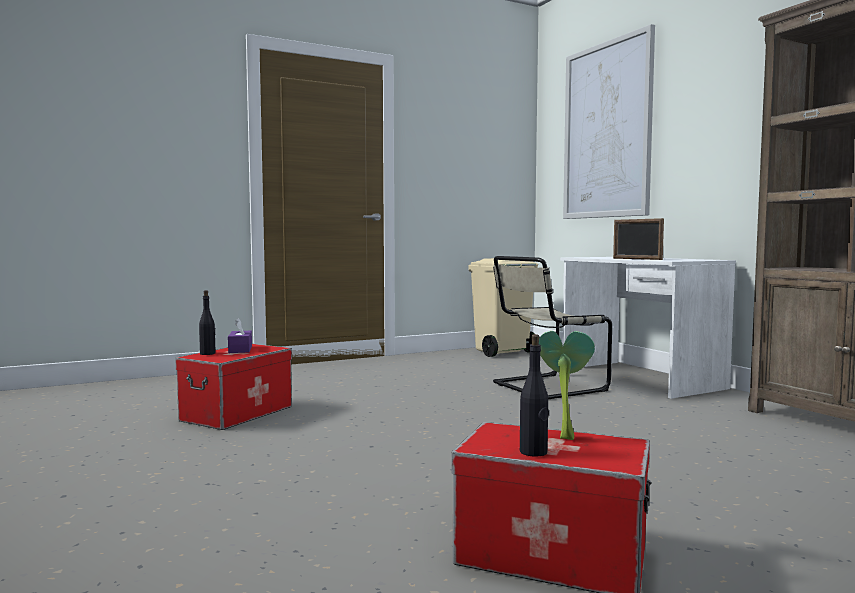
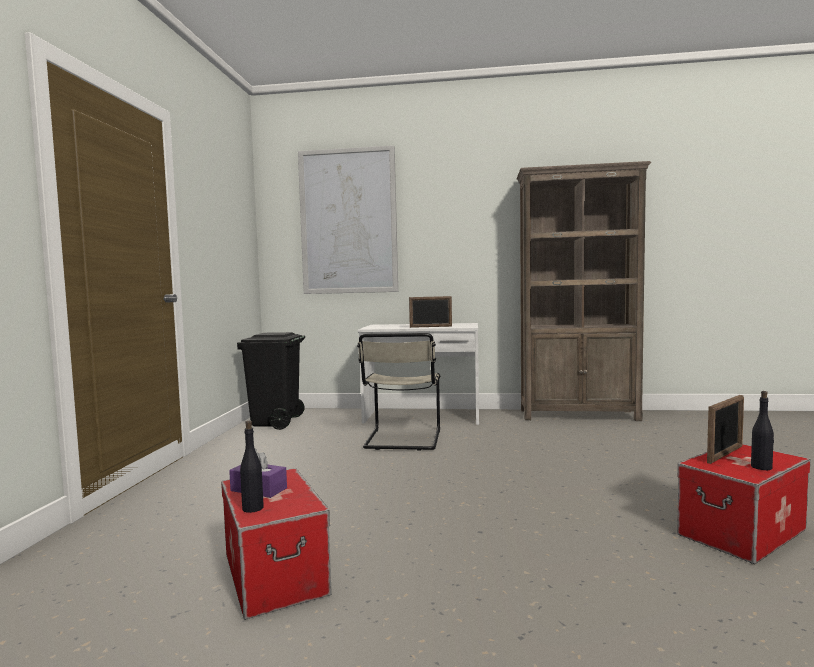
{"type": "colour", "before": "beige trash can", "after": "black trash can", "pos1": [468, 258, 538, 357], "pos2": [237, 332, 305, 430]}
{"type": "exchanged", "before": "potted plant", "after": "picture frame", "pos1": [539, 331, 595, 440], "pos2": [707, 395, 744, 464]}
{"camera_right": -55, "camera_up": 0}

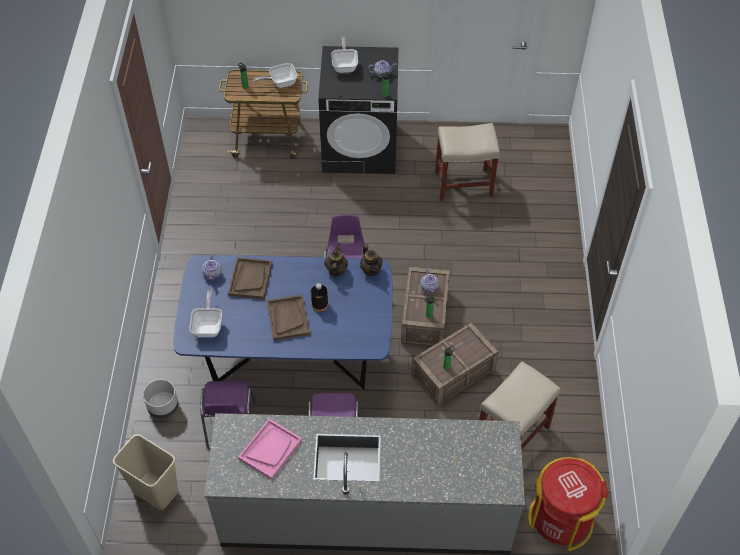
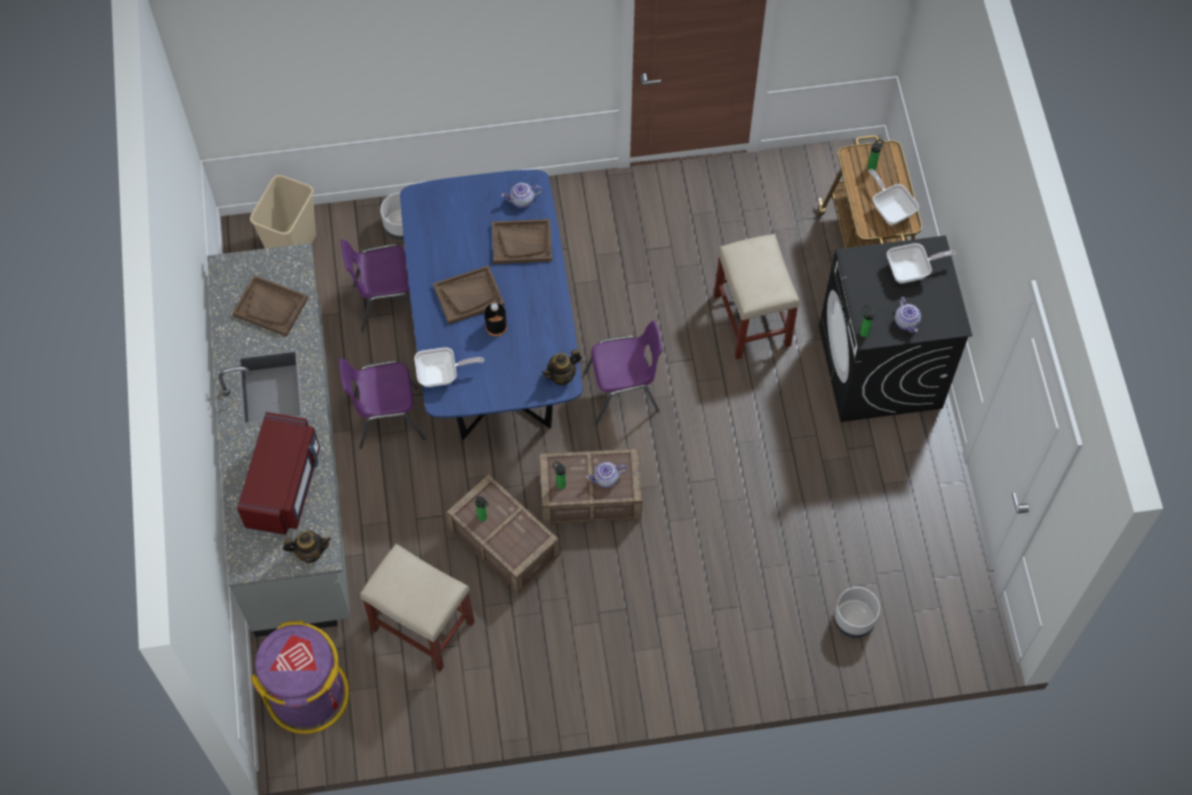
{"type": "colour", "before": "pink tray", "after": "brown tray", "pos1": [238, 419, 302, 480], "pos2": [232, 275, 308, 337]}
{"type": "appeared", "after": "red microwave", "pos2": [237, 412, 320, 535]}
{"type": "colour", "before": "red trash can", "after": "purple trash can", "pos1": [528, 457, 608, 551], "pos2": [251, 620, 349, 734]}
{"type": "relocated", "before": "teapot", "pos1": [324, 244, 348, 278], "pos2": [283, 530, 331, 563]}
{"type": "relocated", "before": "frying pan", "pos1": [189, 290, 222, 337], "pos2": [415, 347, 484, 387]}
{"type": "relocated", "before": "beige stool", "pos1": [435, 123, 500, 201], "pos2": [714, 234, 800, 359]}
{"type": "appeared", "after": "grey planter", "pos2": [834, 587, 880, 638]}
{"camera_right": 80, "camera_up": 10}

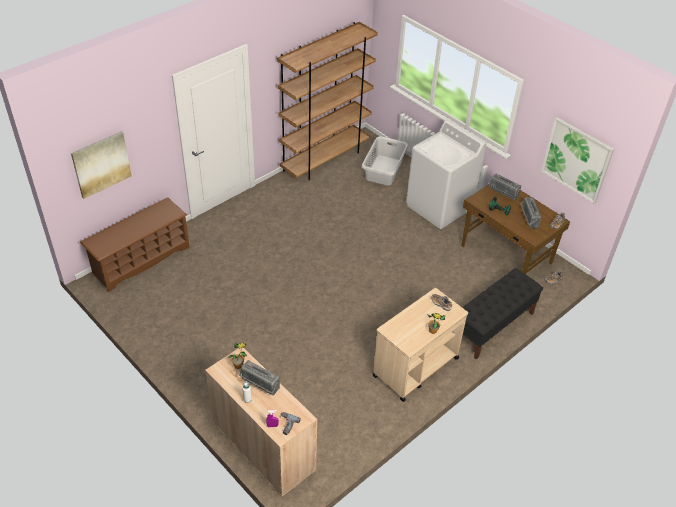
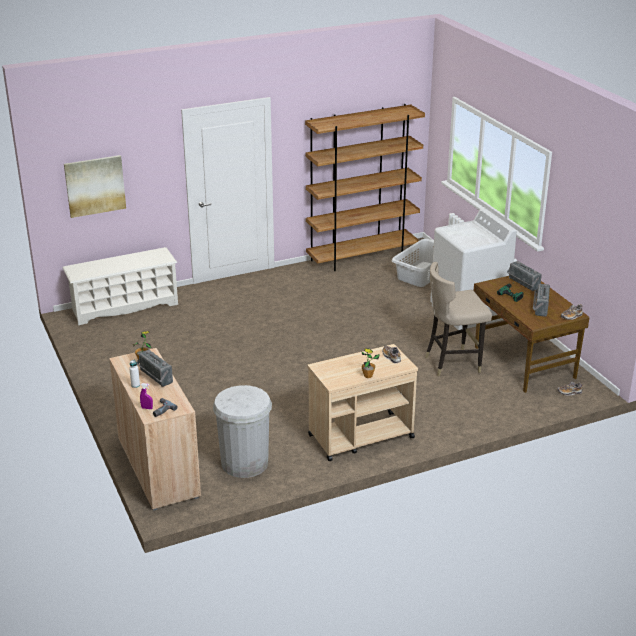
{"type": "colour", "before": "brown shoe rack", "after": "white shoe rack", "pos1": [80, 197, 190, 292], "pos2": [62, 247, 178, 326]}
{"type": "appeared", "after": "white trash can", "pos2": [213, 385, 272, 478]}
{"type": "appeared", "after": "beige stool", "pos2": [425, 262, 492, 376]}
{"type": "missing", "before": "black bench", "pos1": [463, 268, 543, 360]}
{"type": "missing", "before": "picture", "pos1": [541, 117, 614, 203]}
{"camera_right": 20, "camera_up": -15}

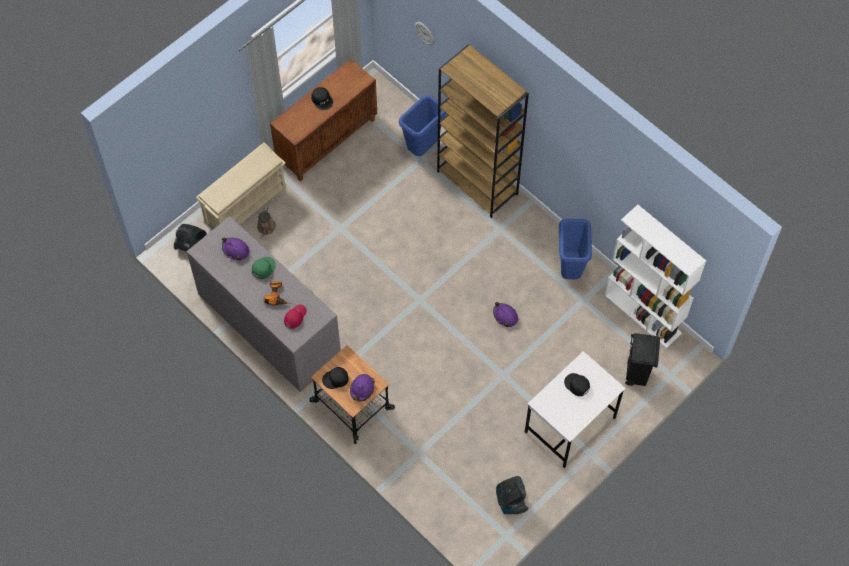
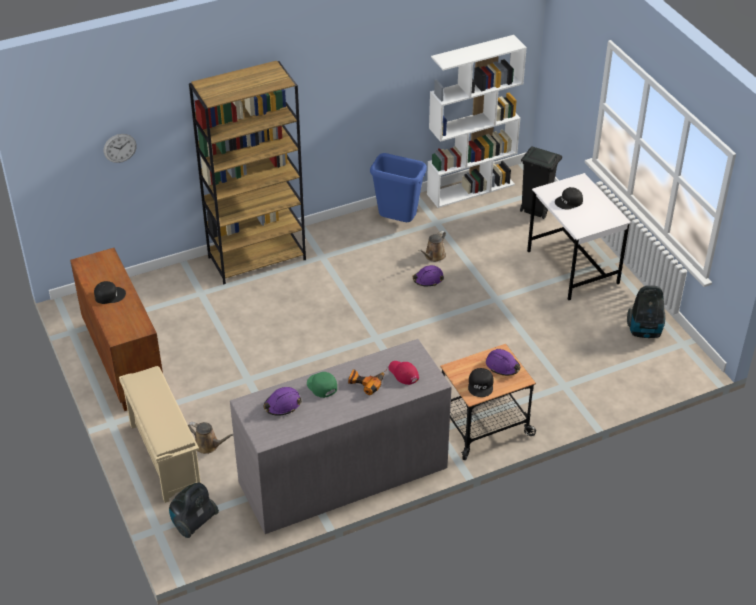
{"type": "appeared", "after": "brown watering can", "pos2": [418, 231, 446, 262]}
{"type": "missing", "before": "blue trash can", "pos1": [399, 95, 446, 156]}
{"camera_right": -70, "camera_up": -20}

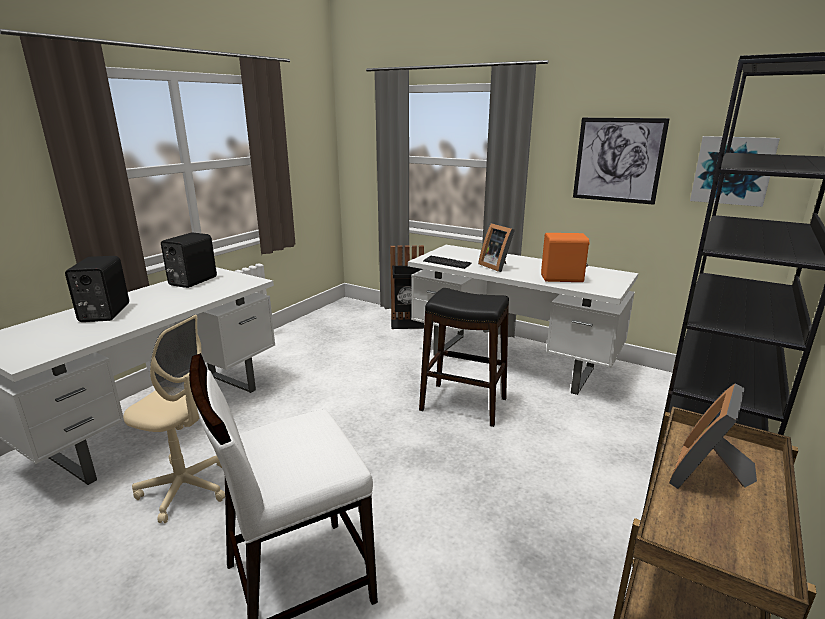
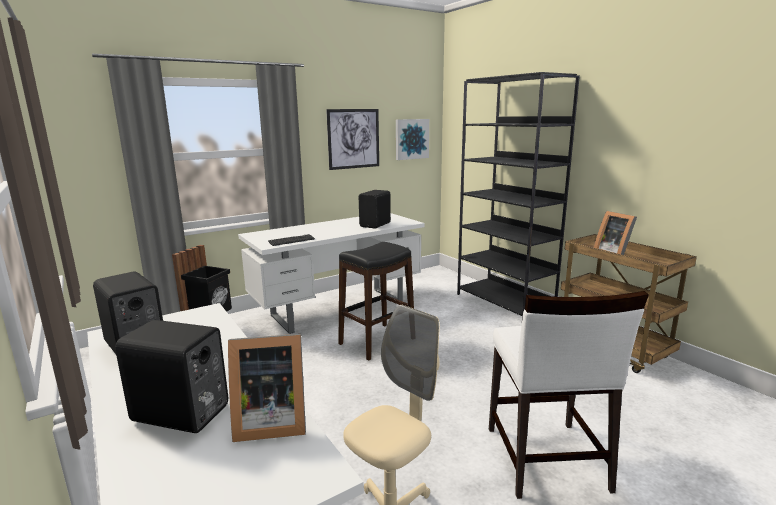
{"type": "relocated", "before": "picture frame", "pos1": [478, 223, 515, 272], "pos2": [228, 334, 306, 442]}
{"type": "colour", "before": "orange speaker", "after": "black speaker", "pos1": [541, 233, 590, 282], "pos2": [359, 190, 391, 228]}
{"camera_right": -65, "camera_up": -5}

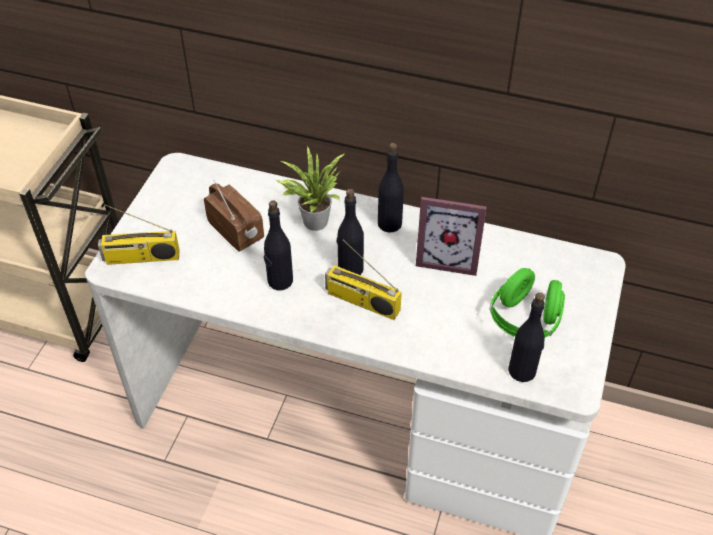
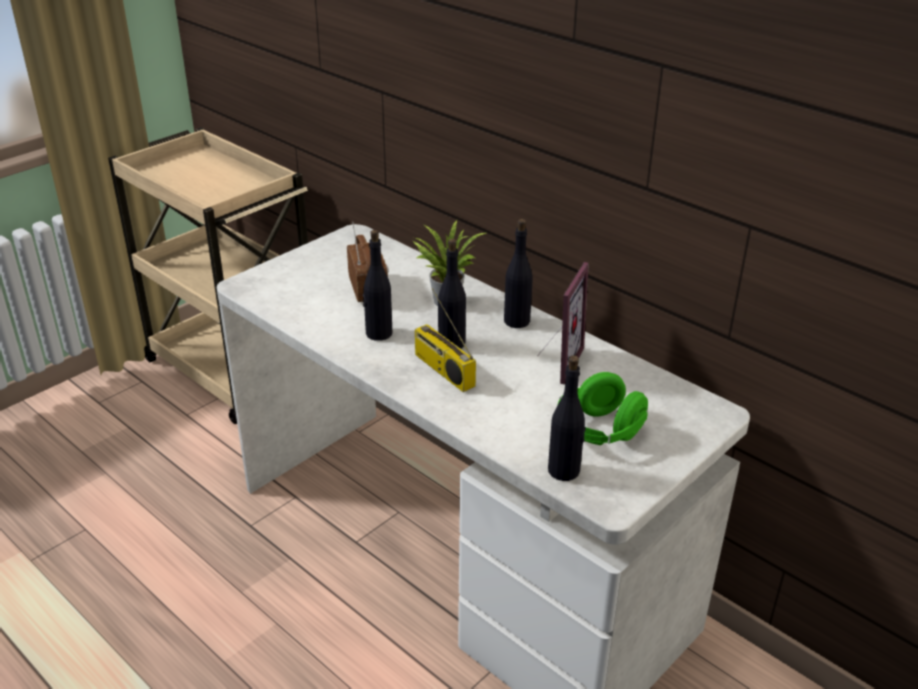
{"type": "spun", "before": "picture frame", "pos1": [416, 197, 487, 276], "pos2": [538, 262, 589, 385], "turn": -105}
{"type": "missing", "before": "radio", "pos1": [98, 204, 180, 265]}
{"camera_right": 25, "camera_up": -15}

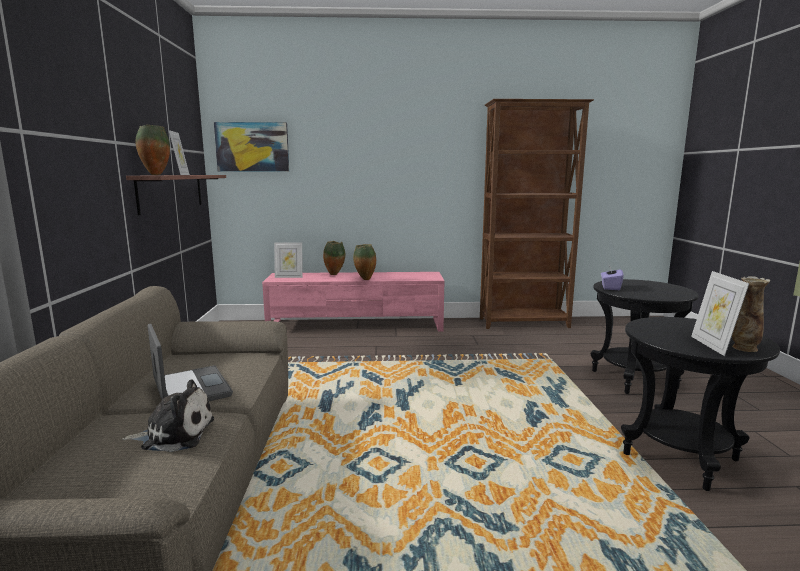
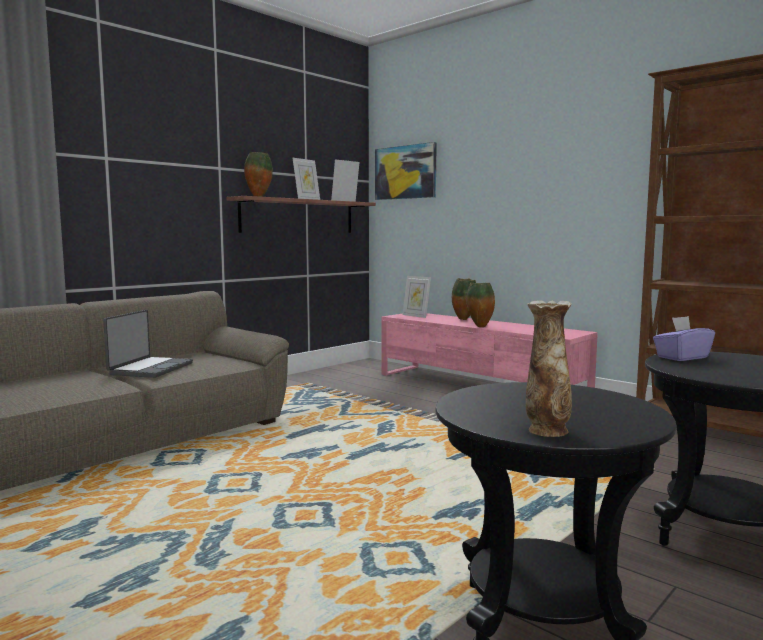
{"type": "relocated", "before": "picture frame", "pos1": [691, 271, 750, 356], "pos2": [331, 159, 360, 202]}
{"type": "missing", "before": "plush toy", "pos1": [122, 380, 214, 452]}
{"camera_right": 45, "camera_up": -5}

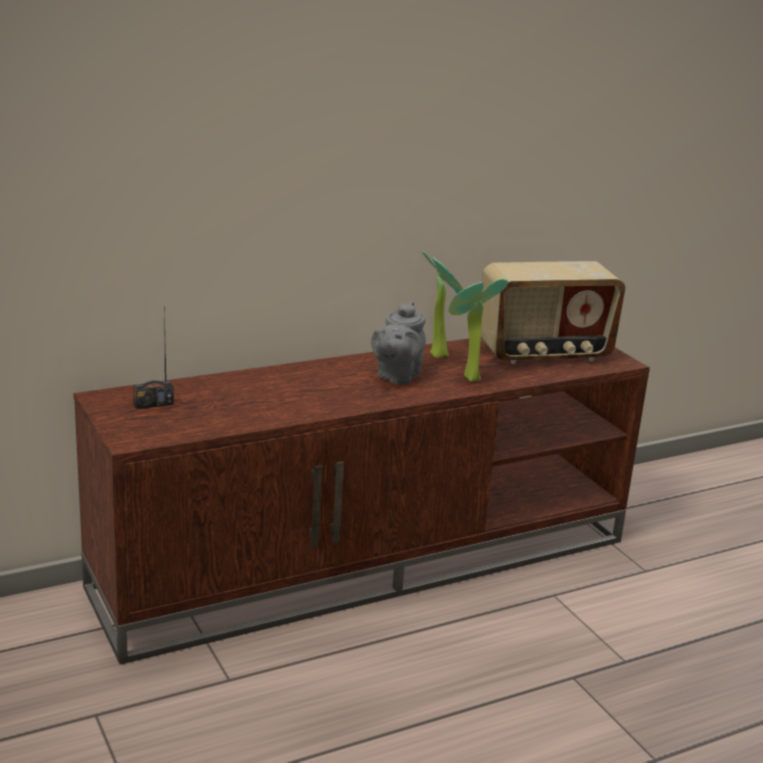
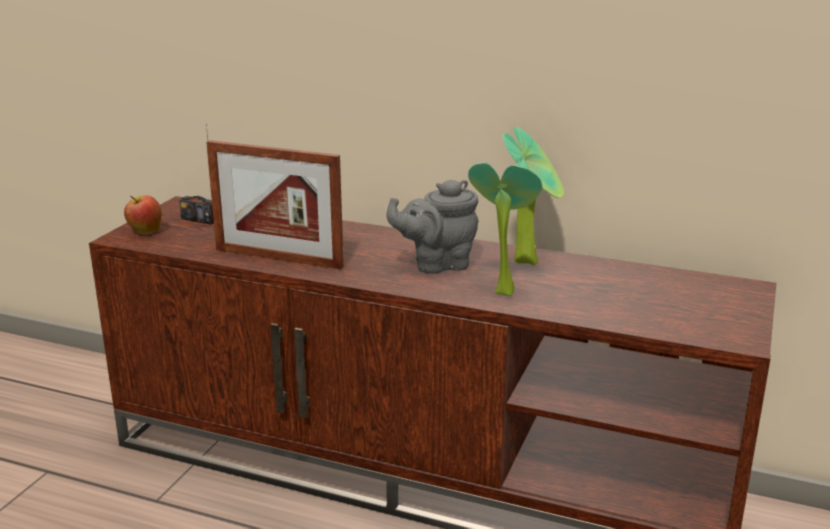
{"type": "appeared", "after": "apple", "pos2": [124, 195, 162, 234]}
{"type": "appeared", "after": "picture frame", "pos2": [206, 140, 344, 269]}
{"type": "missing", "before": "radio", "pos1": [481, 261, 625, 364]}
{"camera_right": 50, "camera_up": 0}

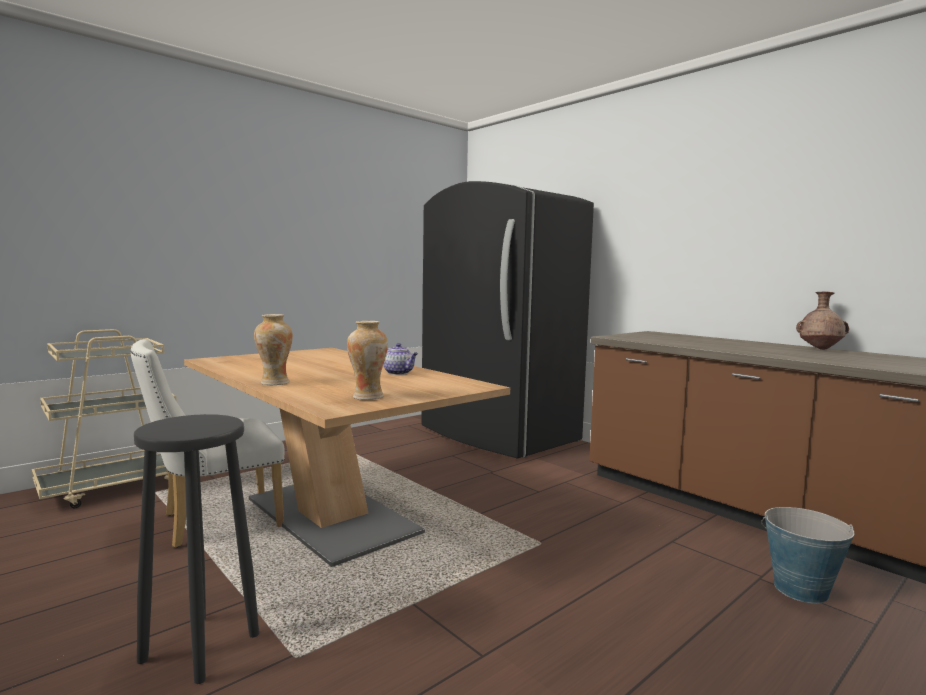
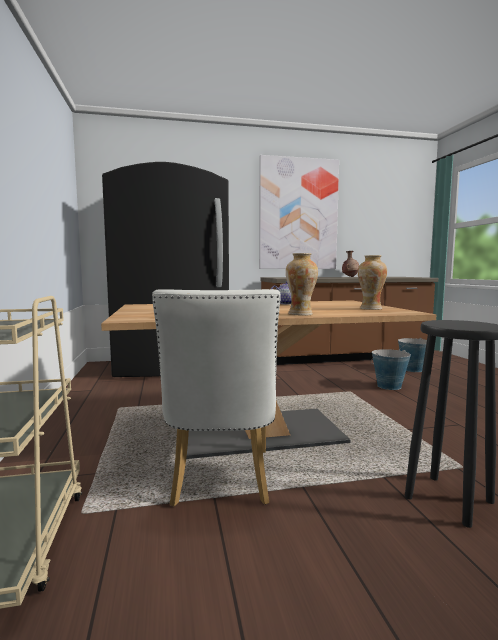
{"type": "appeared", "after": "picture", "pos2": [259, 155, 339, 269]}
{"type": "appeared", "after": "bucket", "pos2": [370, 349, 411, 390]}
{"camera_right": -60, "camera_up": 0}

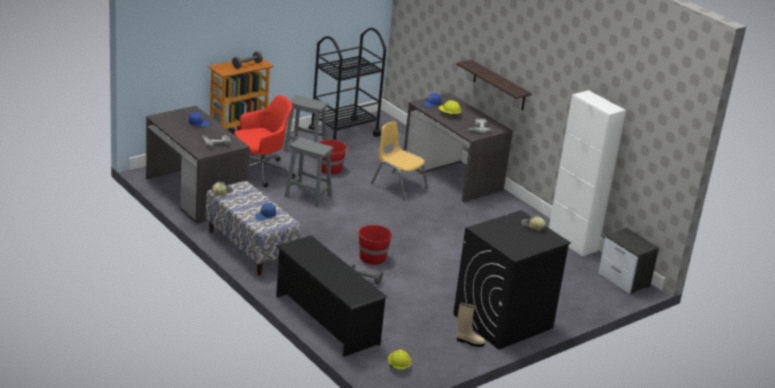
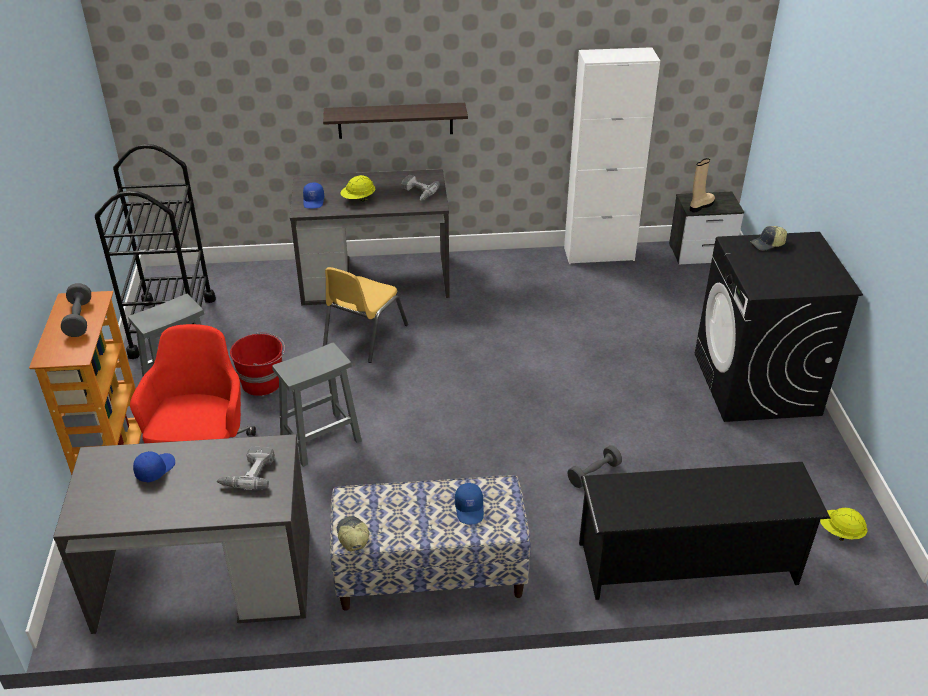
{"type": "spun", "before": "yellow chair", "pos1": [371, 121, 428, 200], "pos2": [323, 267, 408, 363], "turn": -45}
{"type": "relocated", "before": "beige boot", "pos1": [457, 302, 485, 347], "pos2": [690, 158, 715, 212]}
{"type": "missing", "before": "red bucket", "pos1": [357, 224, 392, 265]}
{"camera_right": -55, "camera_up": 10}

